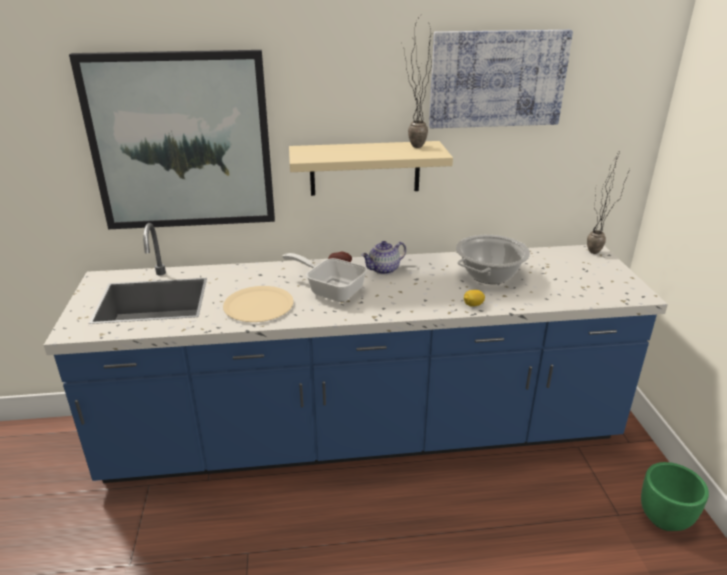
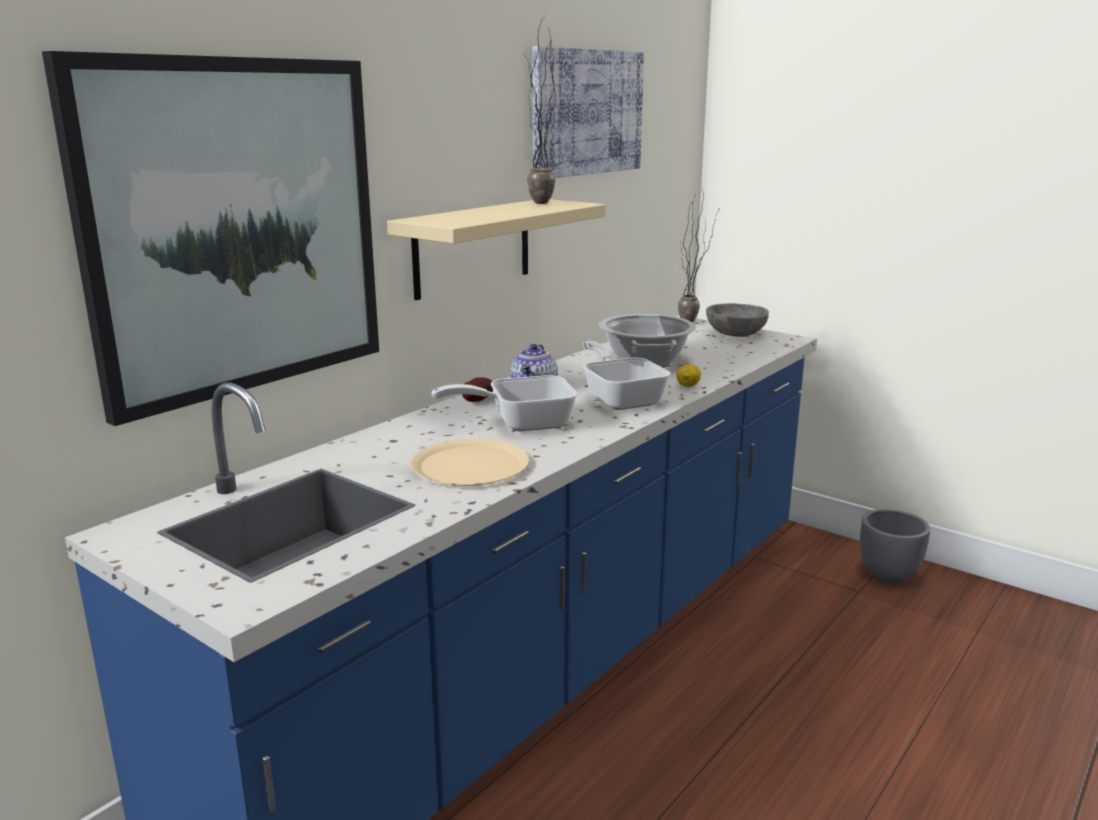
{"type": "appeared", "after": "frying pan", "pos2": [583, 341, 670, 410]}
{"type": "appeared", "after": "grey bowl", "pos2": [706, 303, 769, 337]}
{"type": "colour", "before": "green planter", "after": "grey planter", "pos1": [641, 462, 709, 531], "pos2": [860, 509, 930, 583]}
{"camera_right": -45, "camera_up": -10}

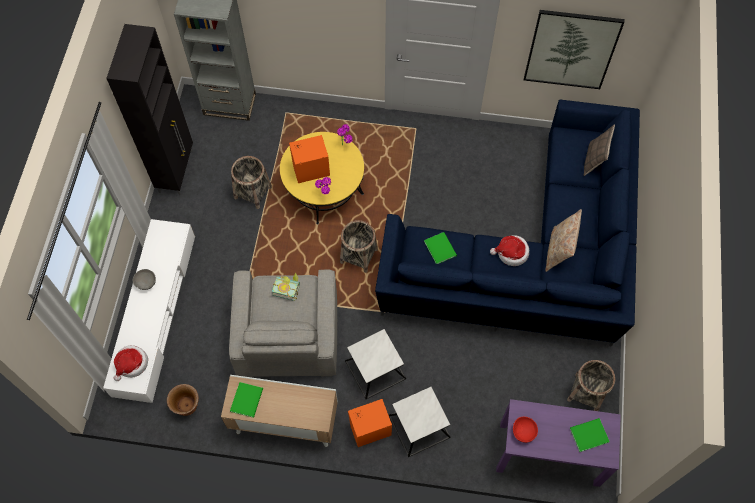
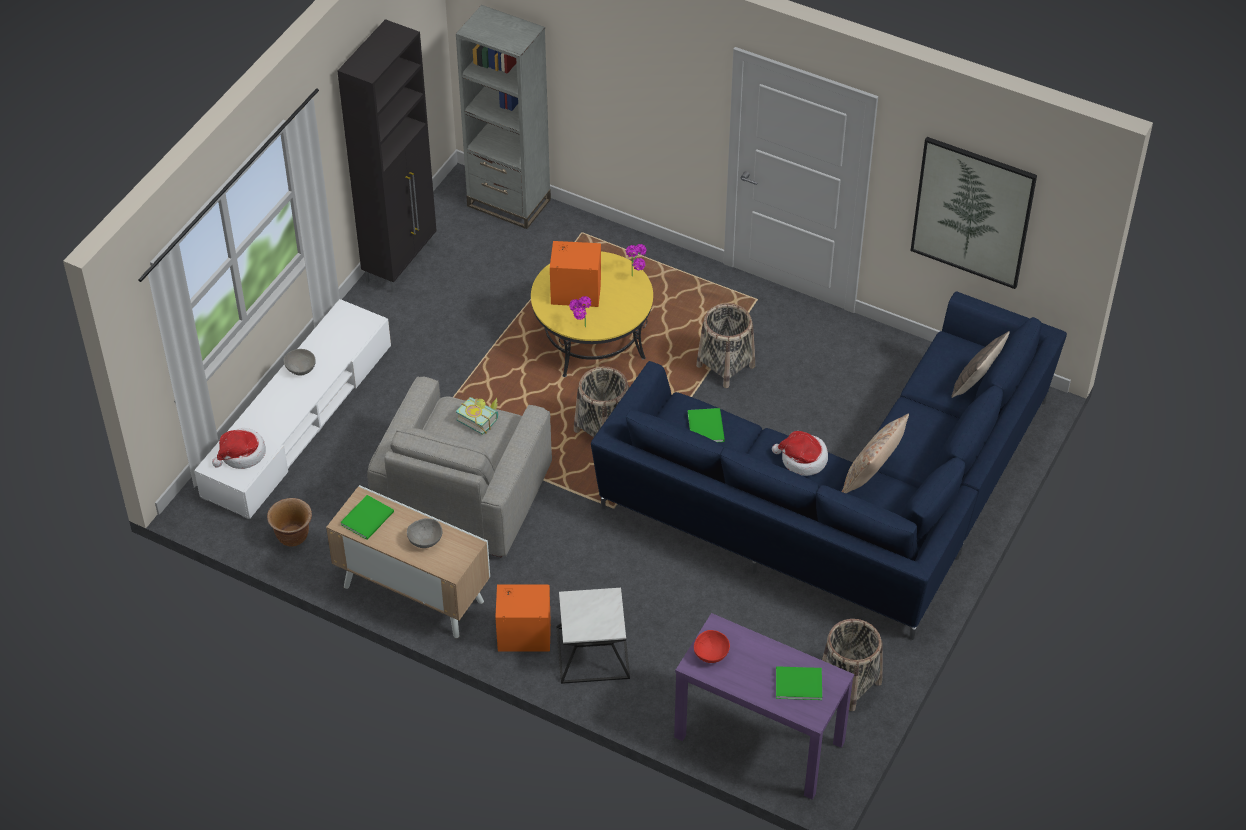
{"type": "appeared", "after": "grey bowl", "pos2": [407, 518, 442, 548]}
{"type": "relocated", "before": "basket", "pos1": [231, 156, 272, 209], "pos2": [696, 303, 755, 388]}
{"type": "missing", "before": "side table", "pos1": [345, 329, 406, 399]}
{"camera_right": 20, "camera_up": -15}

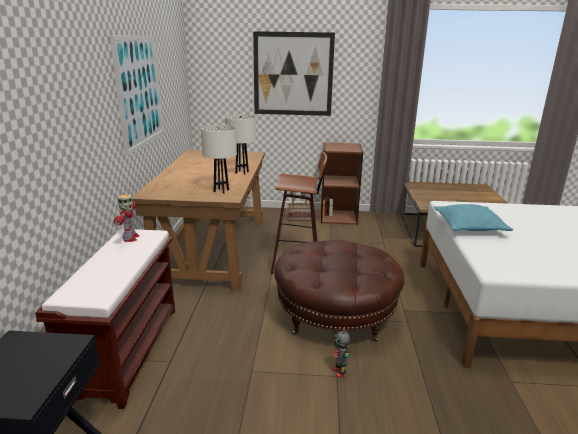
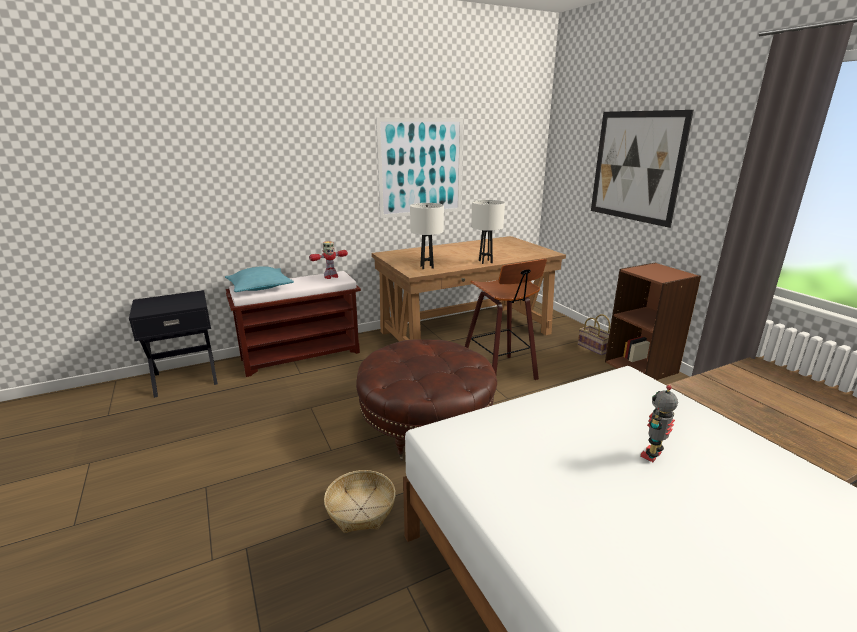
{"type": "relocated", "before": "turquoise pillow", "pos1": [434, 204, 514, 231], "pos2": [225, 266, 294, 292]}
{"type": "appeared", "after": "basket", "pos2": [324, 470, 396, 533]}
{"type": "relocated", "before": "toy robot", "pos1": [333, 328, 350, 378], "pos2": [640, 385, 678, 462]}
{"camera_right": 60, "camera_up": 0}

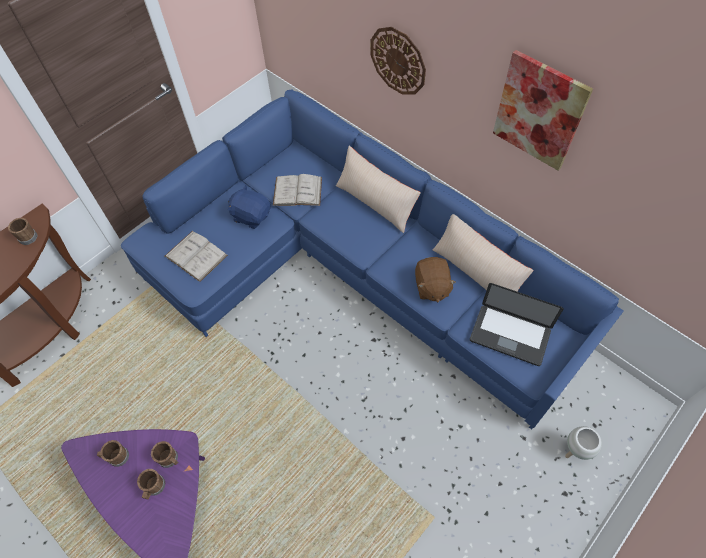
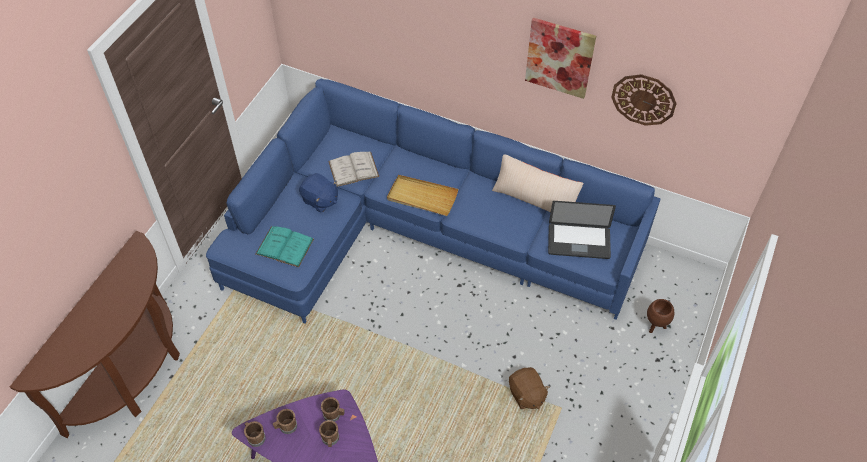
{"type": "relocated", "before": "brown mug", "pos1": [8, 218, 37, 245], "pos2": [244, 421, 266, 447]}
{"type": "colour", "before": "white book", "after": "turquoise book", "pos1": [165, 231, 228, 282], "pos2": [256, 226, 314, 267]}
{"type": "spun", "before": "blue plush toy", "pos1": [228, 185, 270, 229], "pos2": [299, 173, 338, 213], "turn": -150}
{"type": "appeared", "after": "beige tray", "pos2": [387, 175, 458, 216]}
{"type": "relocated", "before": "brown plush toy", "pos1": [415, 257, 456, 302], "pos2": [509, 367, 550, 409]}
{"type": "relocated", "before": "wall clock", "pos1": [371, 27, 426, 95], "pos2": [611, 74, 677, 126]}
{"type": "colour", "before": "white planter", "after": "brown planter", "pos1": [565, 426, 602, 460], "pos2": [647, 299, 674, 333]}
{"type": "missing", "before": "beige pillow", "pos1": [336, 146, 421, 233]}
{"camera_right": -20, "camera_up": -5}

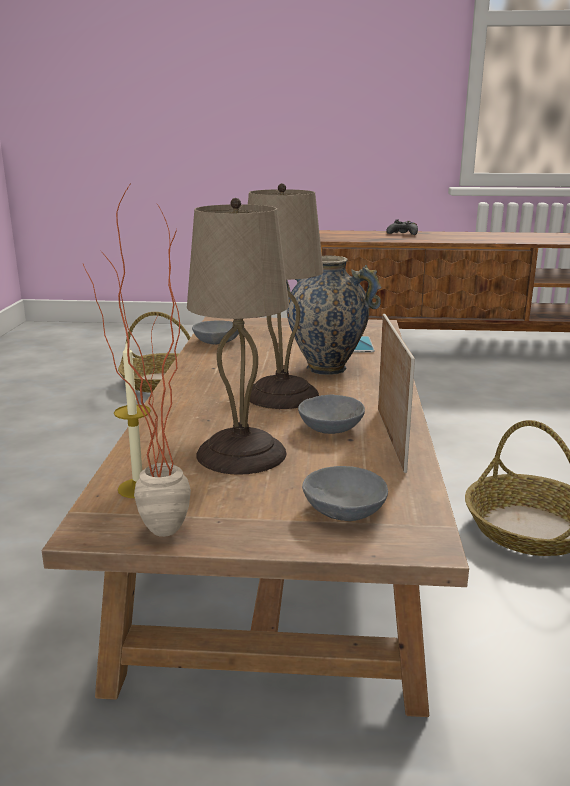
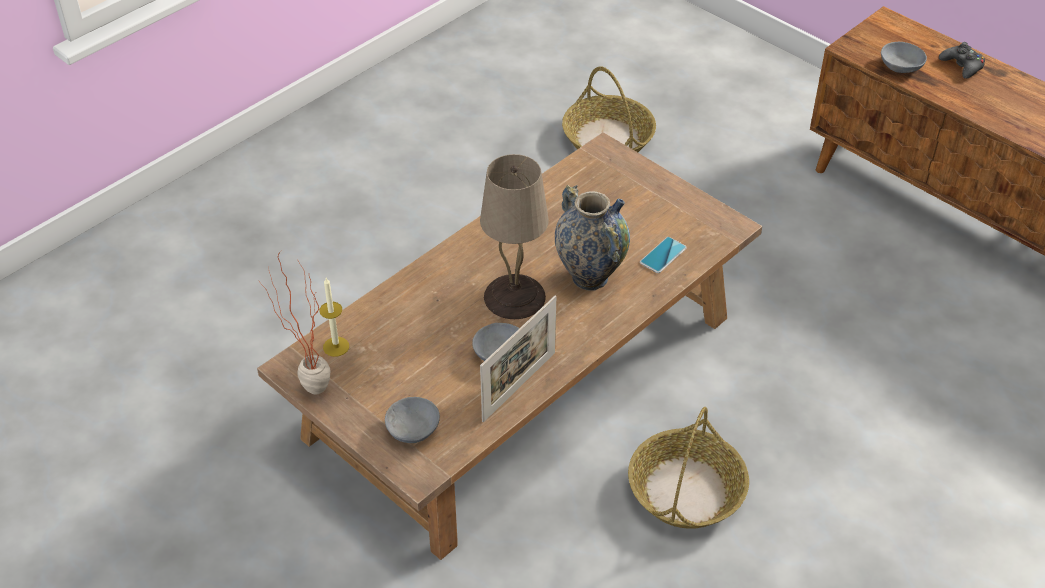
{"type": "relocated", "before": "grey bowl", "pos1": [192, 320, 239, 344], "pos2": [881, 42, 927, 73]}
{"type": "missing", "before": "beige table lamp", "pos1": [187, 198, 289, 475]}
{"camera_right": 40, "camera_up": 25}

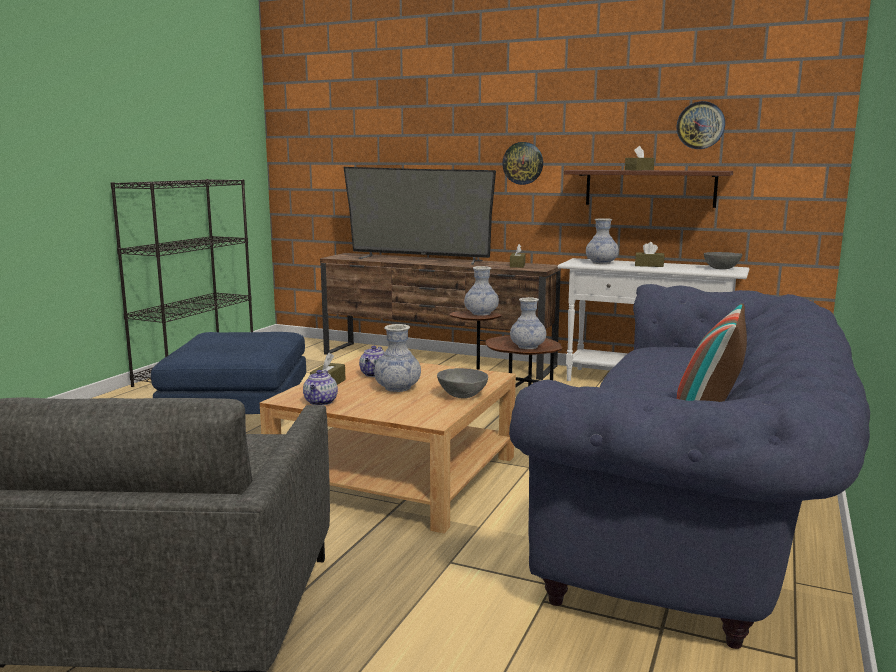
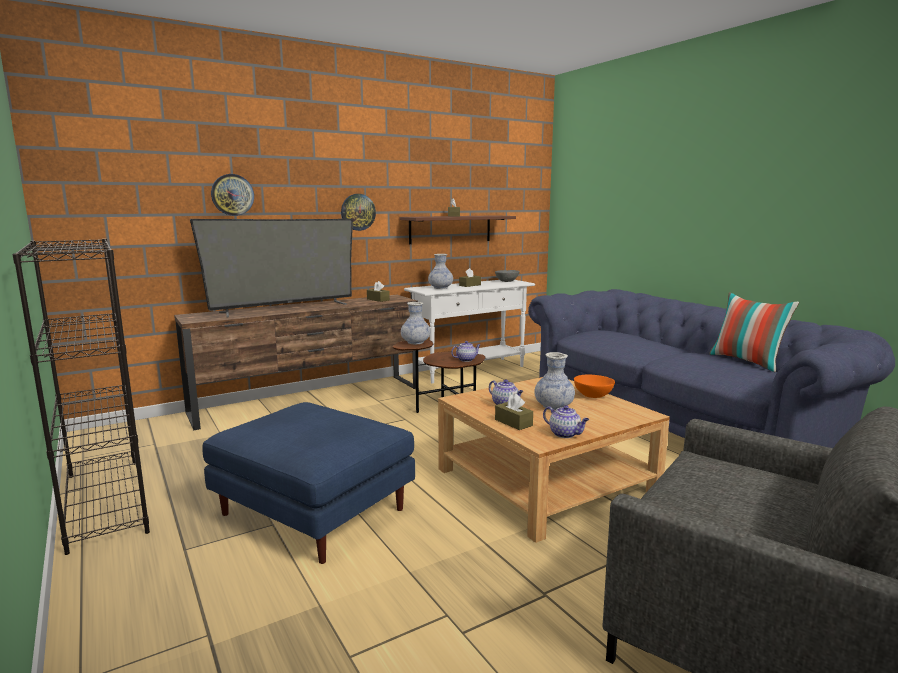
{"type": "relocated", "before": "wall clock", "pos1": [677, 101, 725, 149], "pos2": [211, 174, 254, 216]}
{"type": "exchanged", "before": "vase", "after": "teapot", "pos1": [510, 297, 546, 349], "pos2": [451, 341, 481, 362]}
{"type": "colour", "before": "grey bowl", "after": "orange bowl", "pos1": [437, 368, 488, 398], "pos2": [574, 375, 615, 398]}
{"camera_right": -55, "camera_up": 0}

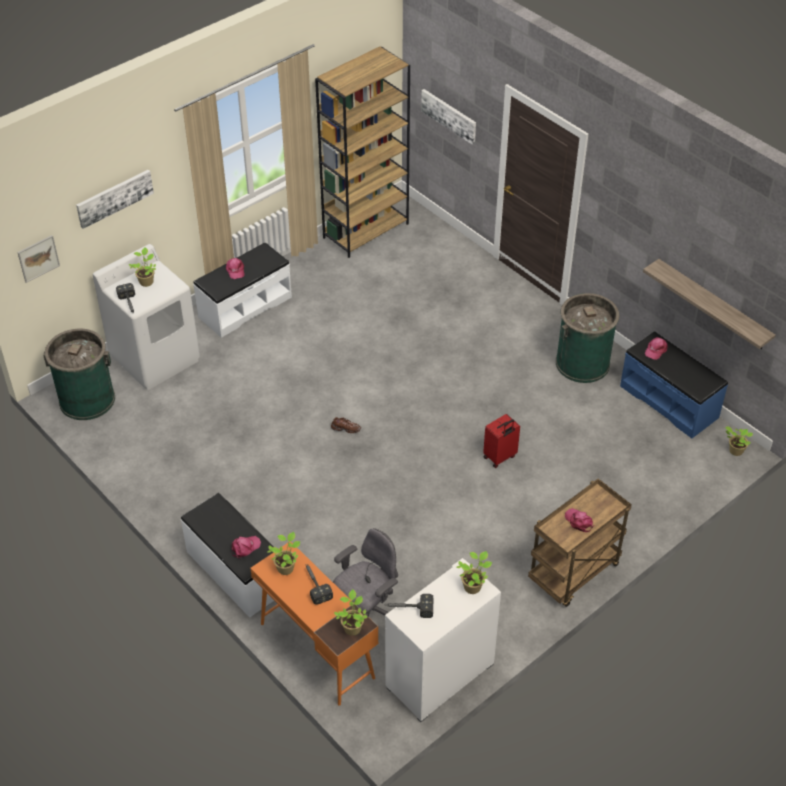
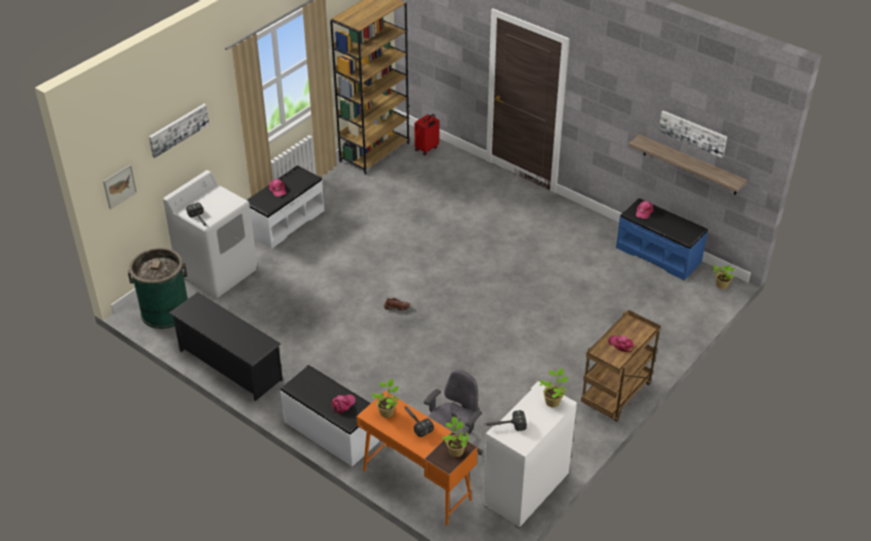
{"type": "appeared", "after": "black shoe rack", "pos2": [169, 292, 283, 401]}
{"type": "relocated", "before": "red suitcase", "pos1": [483, 414, 520, 468], "pos2": [414, 114, 439, 155]}
{"type": "relocated", "before": "picture", "pos1": [421, 89, 476, 145], "pos2": [659, 110, 727, 158]}
{"type": "missing", "before": "potted plant", "pos1": [129, 247, 156, 287]}
{"type": "missing", "before": "green trash can", "pos1": [556, 293, 619, 383]}
{"camera_right": -10, "camera_up": -5}

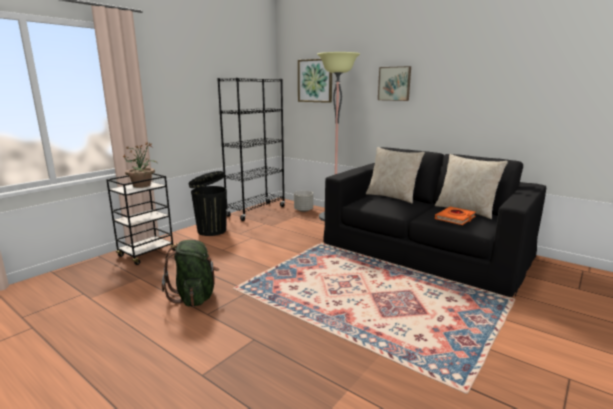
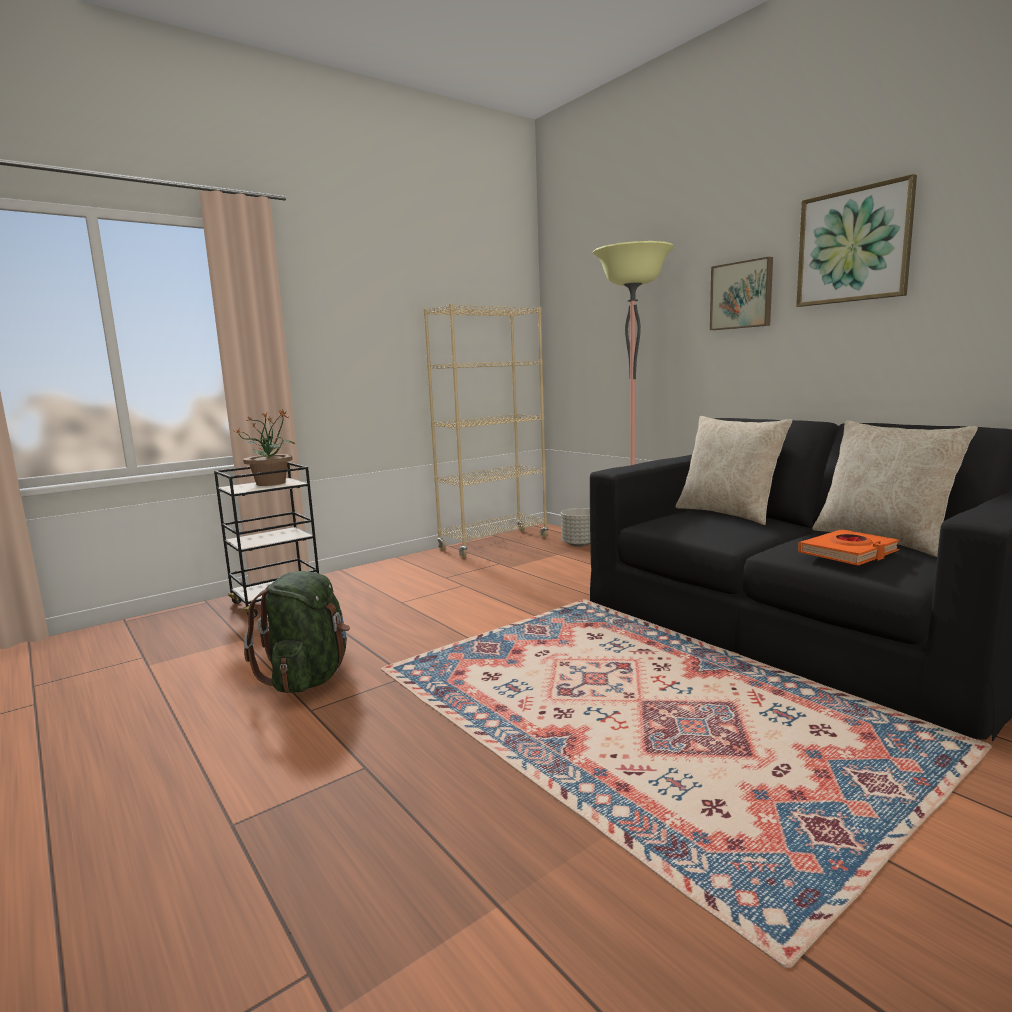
{"type": "colour", "before": "black bookcase", "after": "beige bookcase", "pos1": [217, 78, 285, 221], "pos2": [424, 304, 548, 558]}
{"type": "relocated", "before": "picture", "pos1": [298, 59, 332, 103], "pos2": [796, 174, 917, 307]}
{"type": "missing", "before": "black trash can", "pos1": [189, 171, 227, 236]}
{"camera_right": 15, "camera_up": -5}

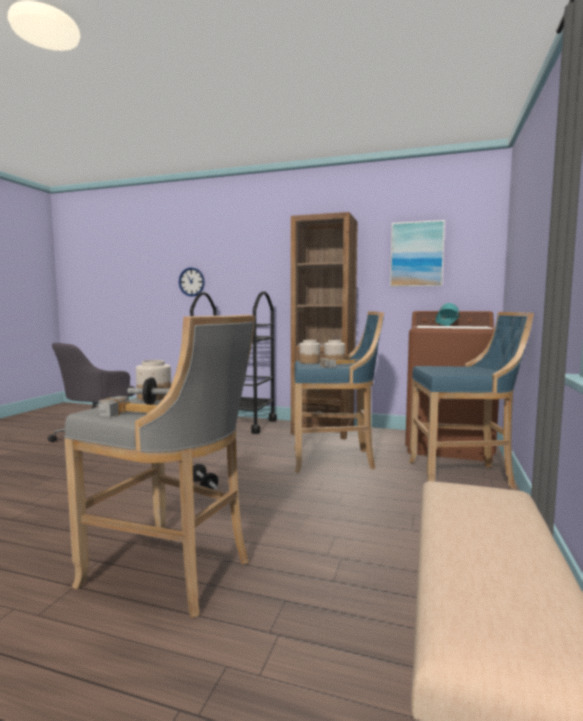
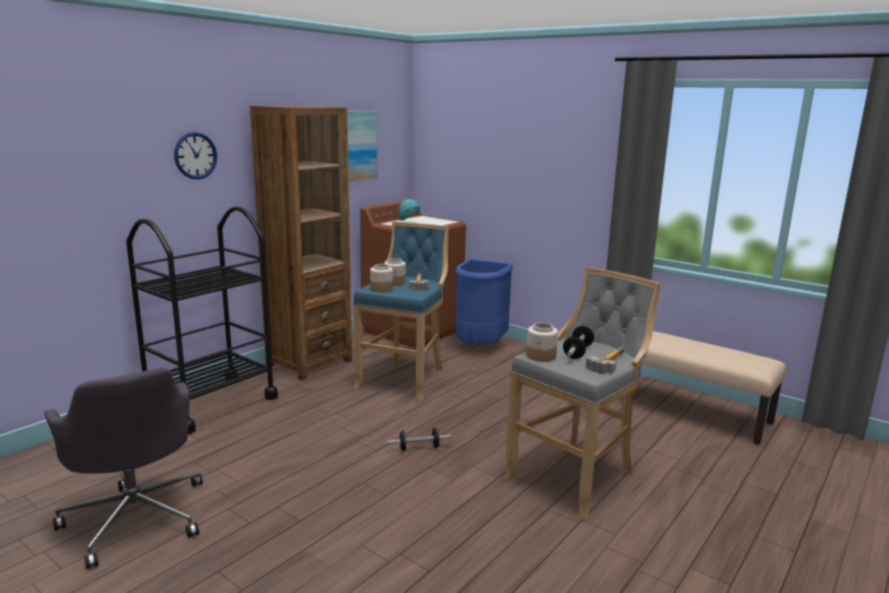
{"type": "relocated", "before": "wall clock", "pos1": [179, 267, 205, 297], "pos2": [174, 132, 217, 179]}
{"type": "exchanged", "before": "blue stool", "after": "blue trash can", "pos1": [409, 312, 534, 489], "pos2": [456, 258, 513, 344]}
{"camera_right": -70, "camera_up": 10}

